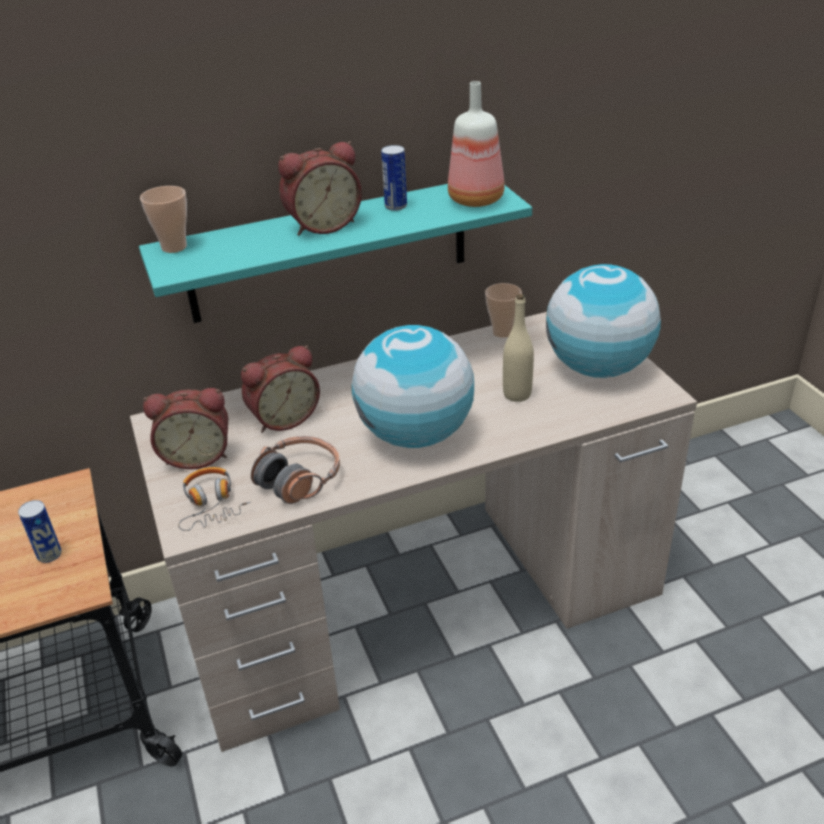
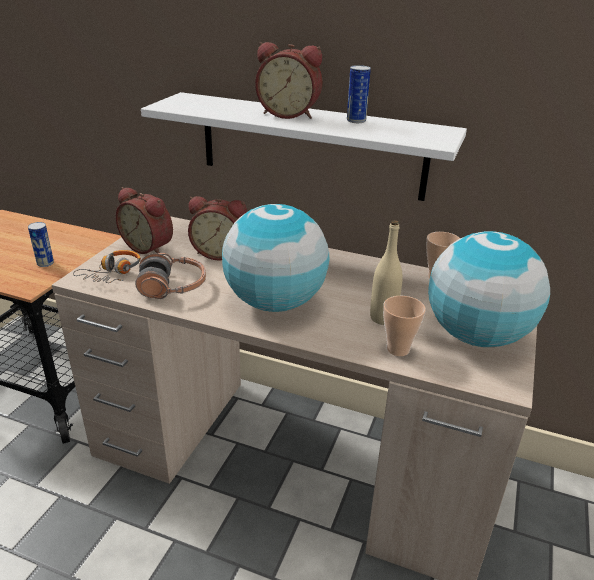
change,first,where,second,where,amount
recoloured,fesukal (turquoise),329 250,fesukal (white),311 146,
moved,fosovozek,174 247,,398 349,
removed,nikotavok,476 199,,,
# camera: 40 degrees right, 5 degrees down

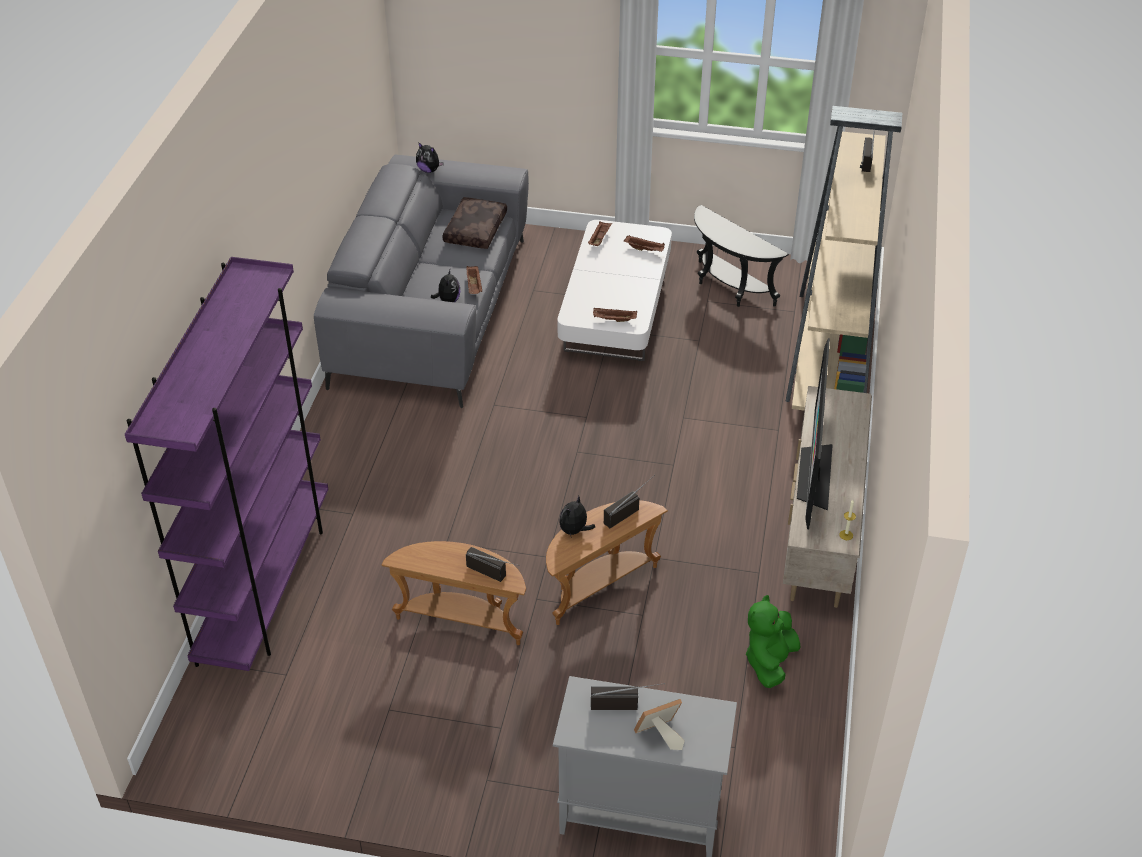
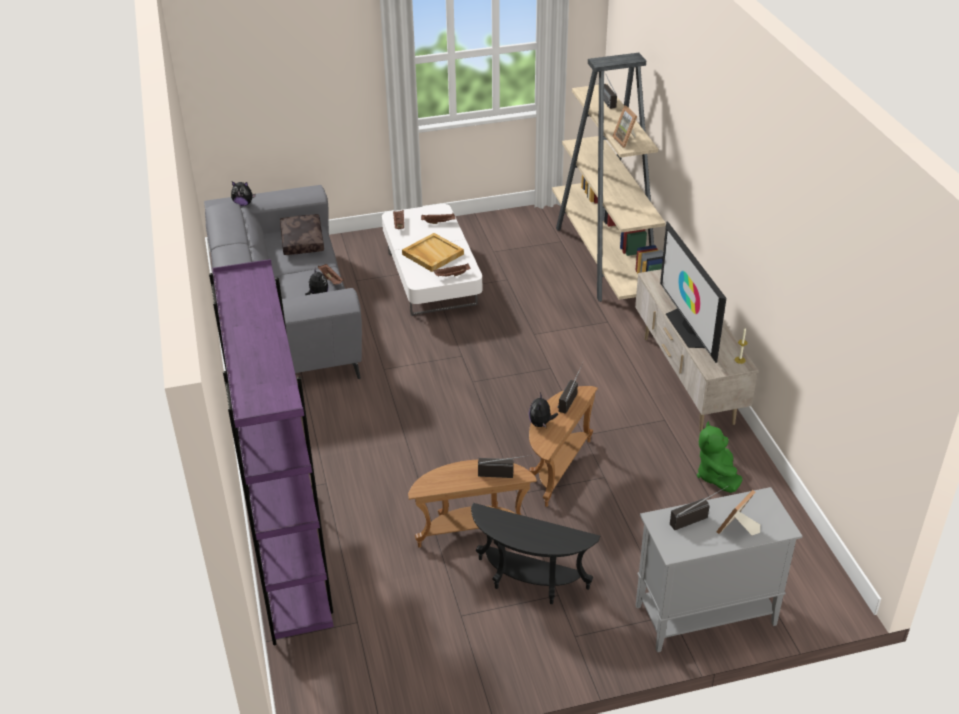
change,first,where,second,where,amount
moved,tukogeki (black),728 288,,529 583,
added,,,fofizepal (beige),432 254,
added,,,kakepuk,626 140,
# camera: 25 degrees left, 5 degrees down

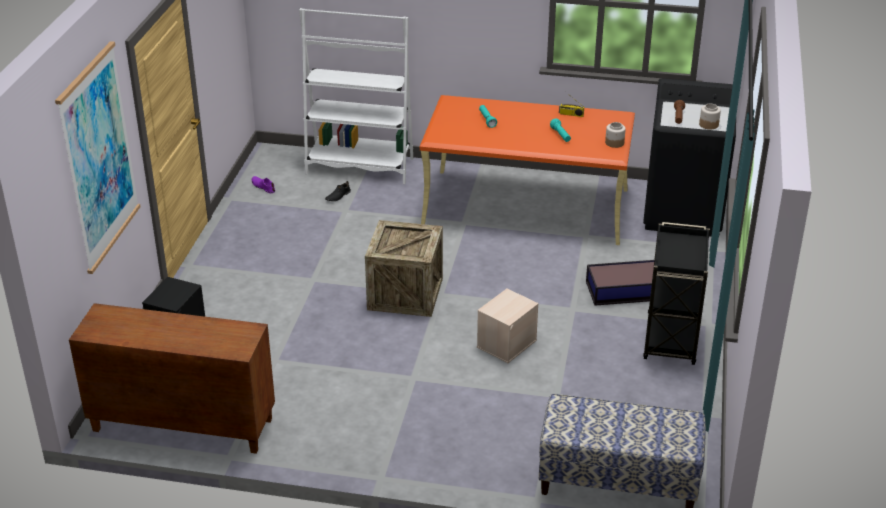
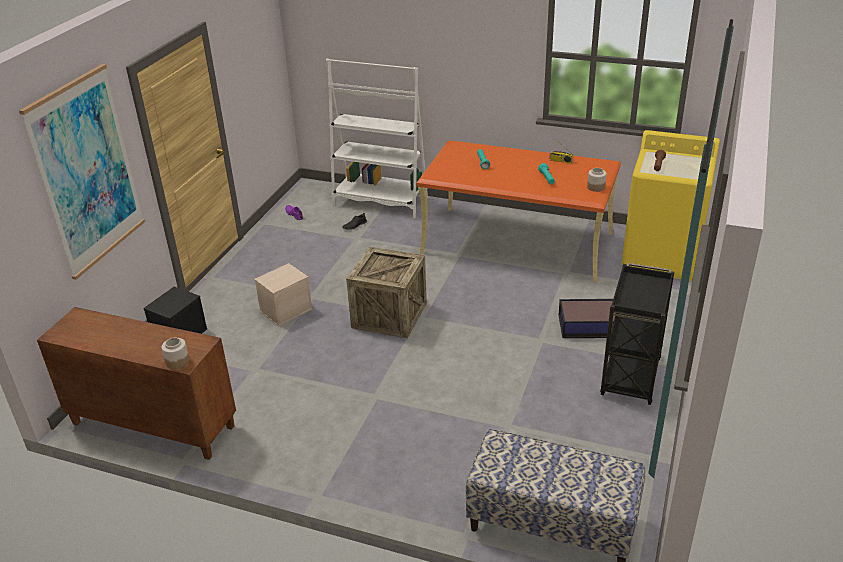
change,first,where,second,where,amount
moved,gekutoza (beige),506 343,,286 310,
recoloured,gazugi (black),683 213,gazugi (yellow),662 257,
moved,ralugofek,708 124,,177 361,
# camera: 10 degrees right, 0 degrees up

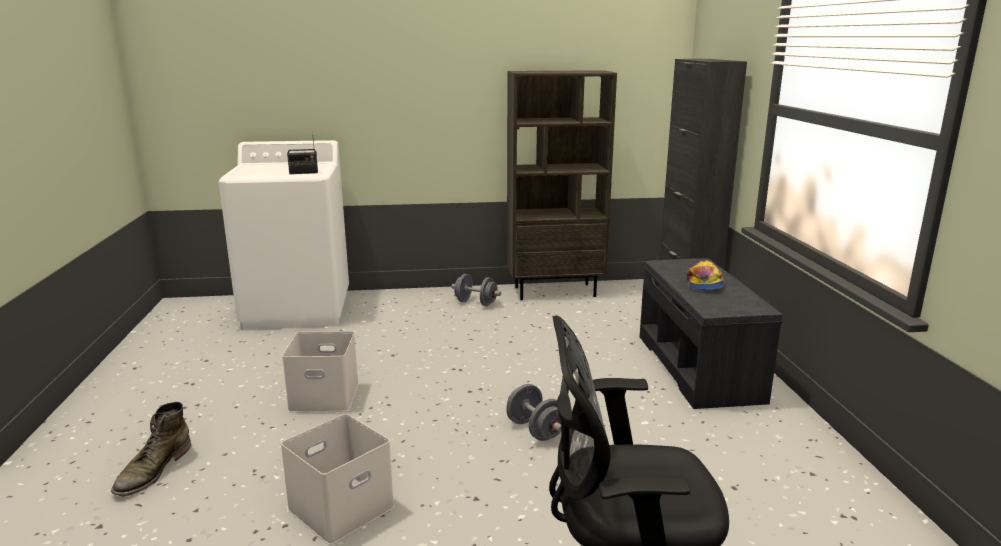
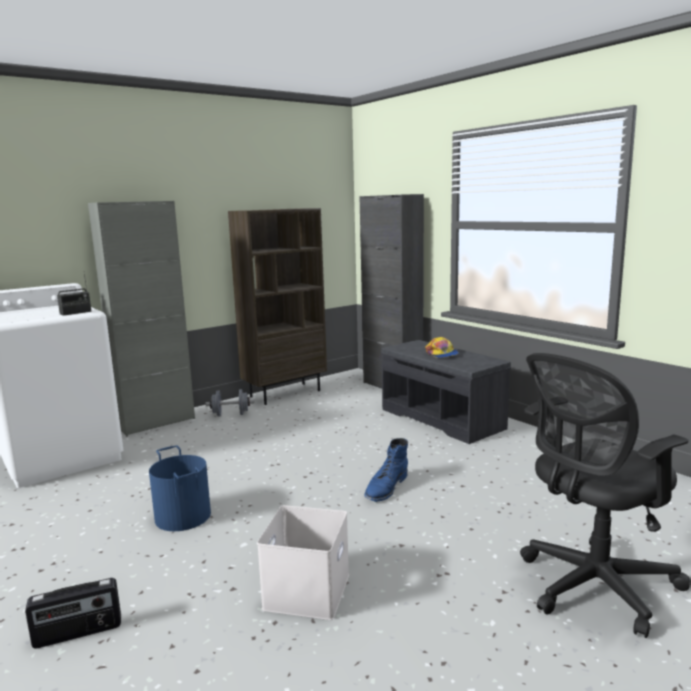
change,first,where,second,where,amount
replaced,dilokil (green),153 470,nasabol,78 633,
replaced,gekutoza (white),326 396,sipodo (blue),184 516,
replaced,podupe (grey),535 430,dilokil (blue),386 487,
added,,,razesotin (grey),156 422,
# camera: 30 degrees left, 5 degrees down

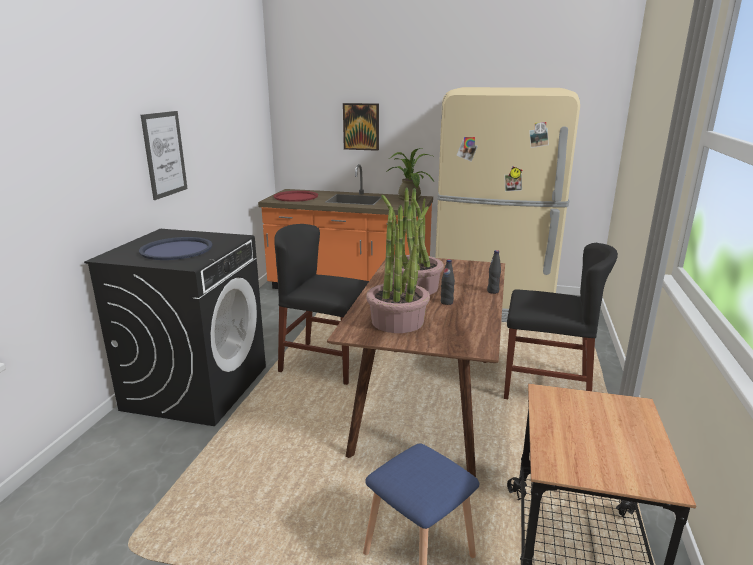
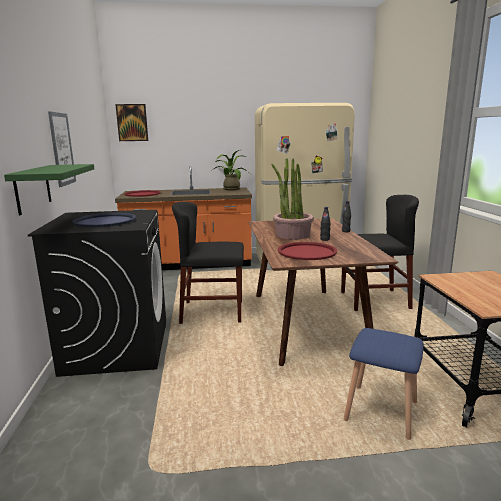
change,first,where,second,where,amount
moved,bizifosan,361 126,,132 122,
replaced,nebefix,398 321,fofizepal (red),307 252,
added,,,fesukal (green),32 188,
# camera: 20 degrees left, 5 degrees down

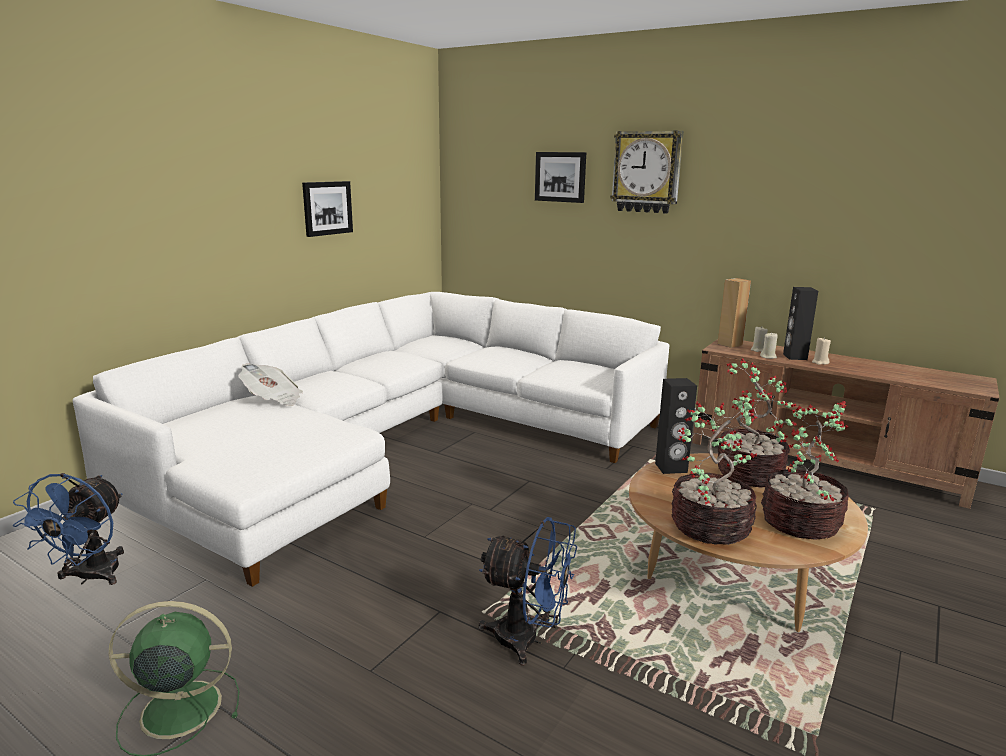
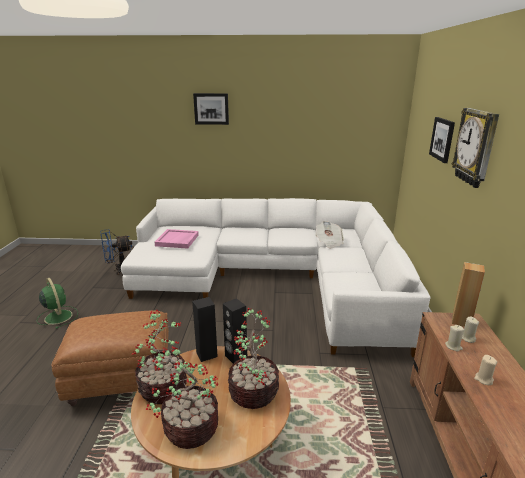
change,first,where,second,where,amount
moved,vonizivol,273 399,,329 242,
moved,bizifosan,327 208,,211 109,
replaced,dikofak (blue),528 640,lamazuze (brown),123 379,
moved,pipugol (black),794 357,,206 354,
added,,,fofizepal (pink),177 240,
# camera: 60 degrees right, 5 degrees up

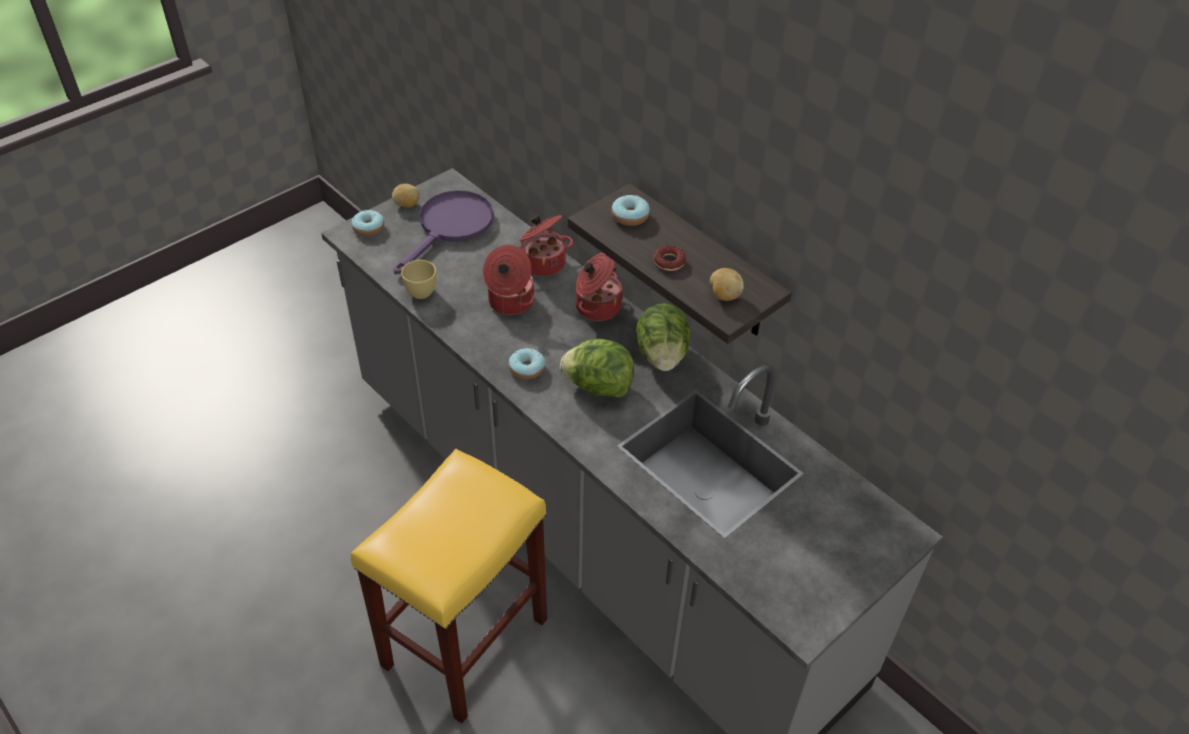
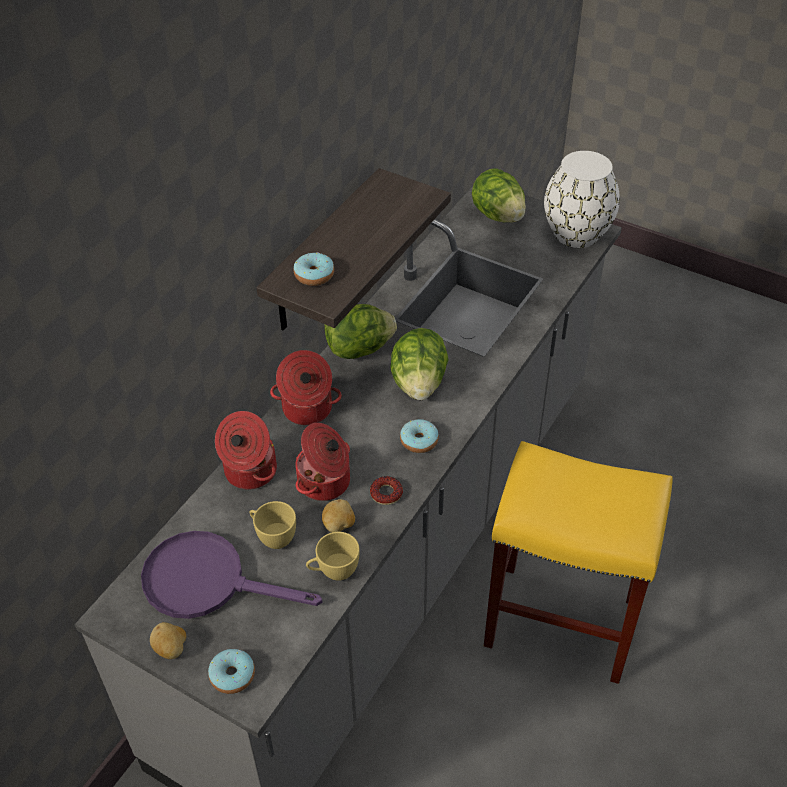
change,first,where,second,where,amount
moved,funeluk,669 262,,386 493,
moved,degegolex,724 295,,339 525,
added,,,fosovozek (yellow),273 537,
added,,,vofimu,498 215,
added,,,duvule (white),576 234,
# camera: 105 degrees left, 0 degrees up

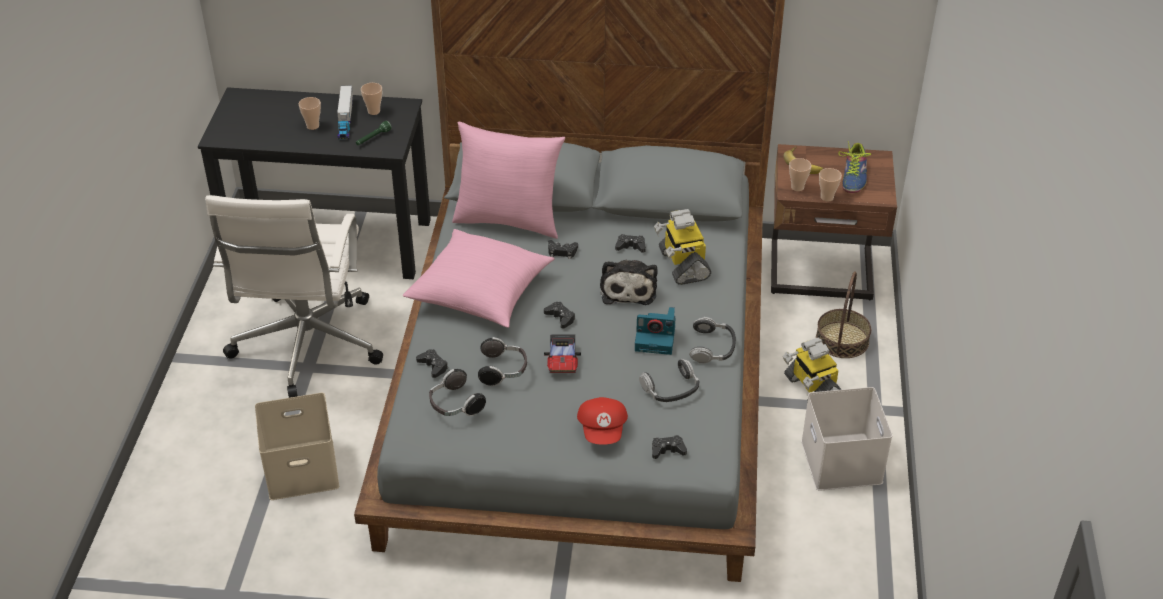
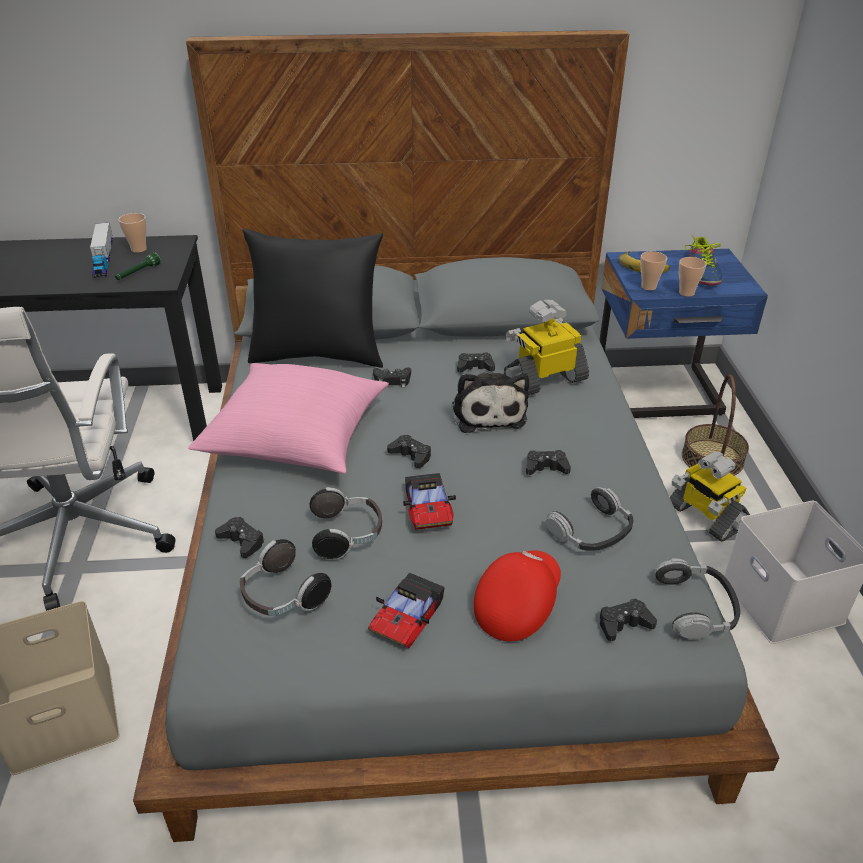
change,first,where,second,where,amount
removed,fosovozek,312 126,,,
recoloured,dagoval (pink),509 220,dagoval (black),318 354,
turned,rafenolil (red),603 430,,516 604,135 degrees counterclockwise
replaced,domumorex,656 338,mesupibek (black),546 467,
turned,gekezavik,682 264,,544 379,90 degrees clockwise
moved,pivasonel,712 347,,696 607,
recoloured,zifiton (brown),821 274,zifiton (blue),659 396,
added,,,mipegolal,407 617,
# camera: 10 degrees left, 5 degrees down

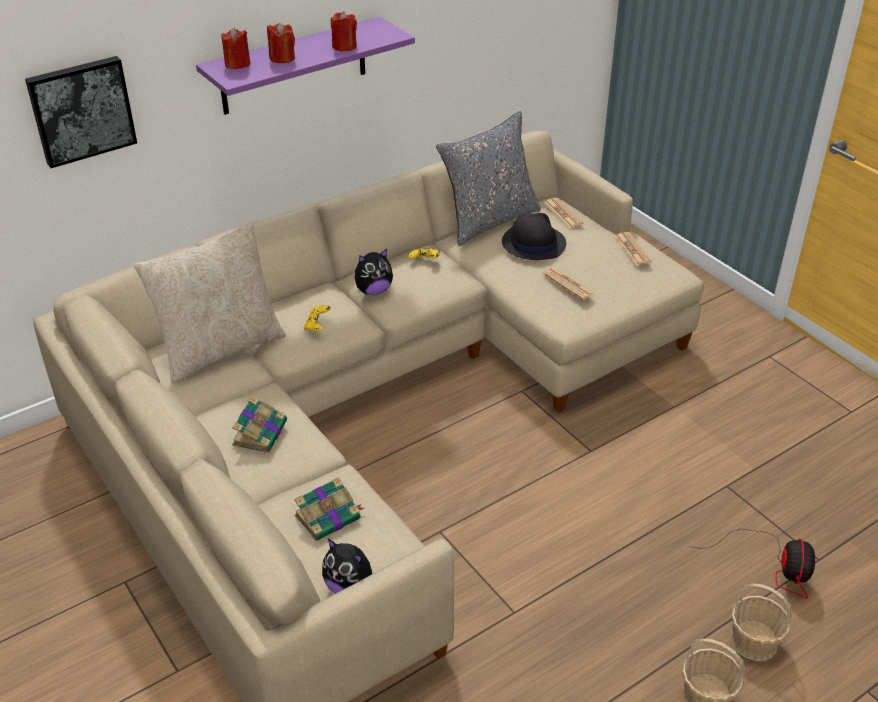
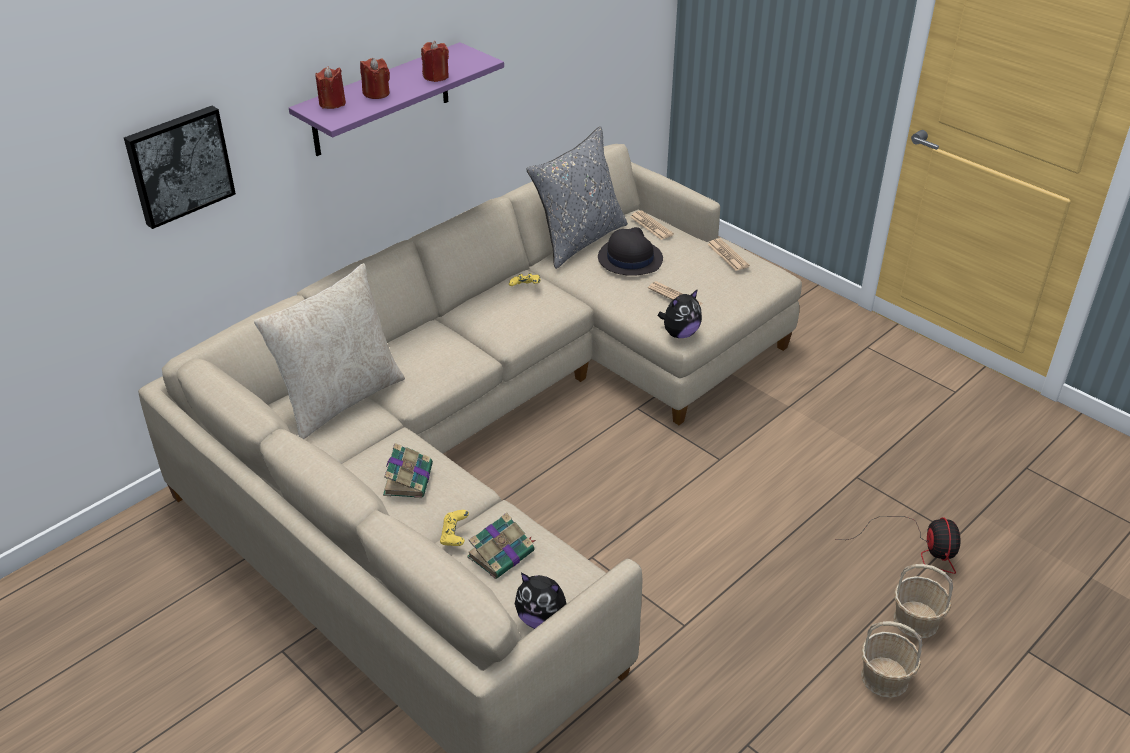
change,first,where,second,where,amount
moved,mesupibek (yellow),317 326,,455 536,
moved,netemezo,373 291,,680 333,
# camera: 10 degrees left, 0 degrees up

